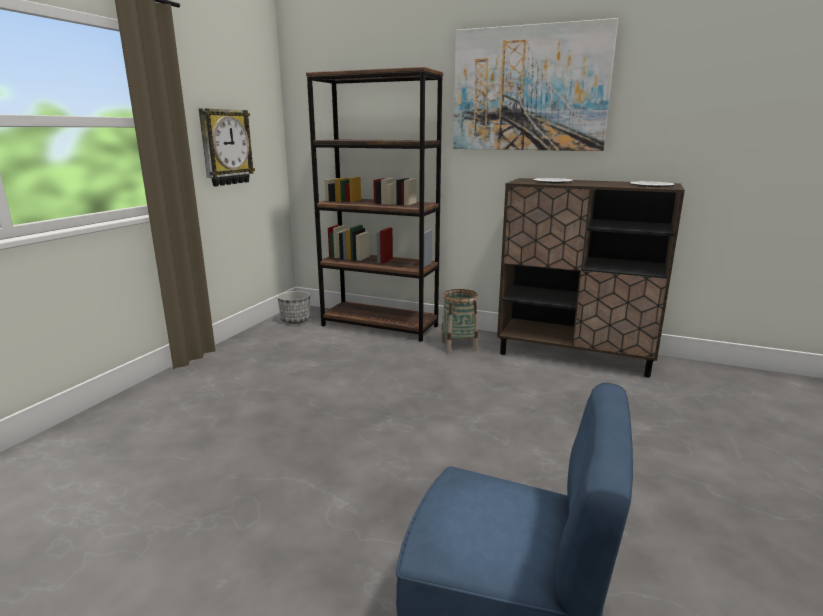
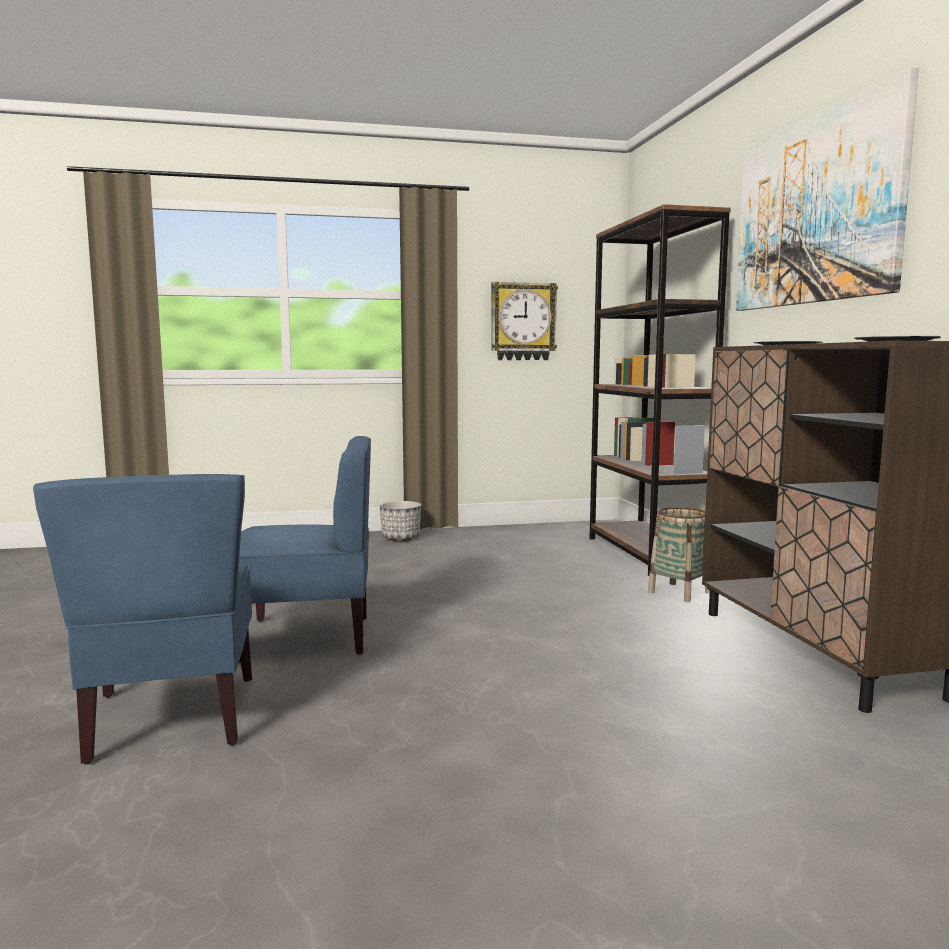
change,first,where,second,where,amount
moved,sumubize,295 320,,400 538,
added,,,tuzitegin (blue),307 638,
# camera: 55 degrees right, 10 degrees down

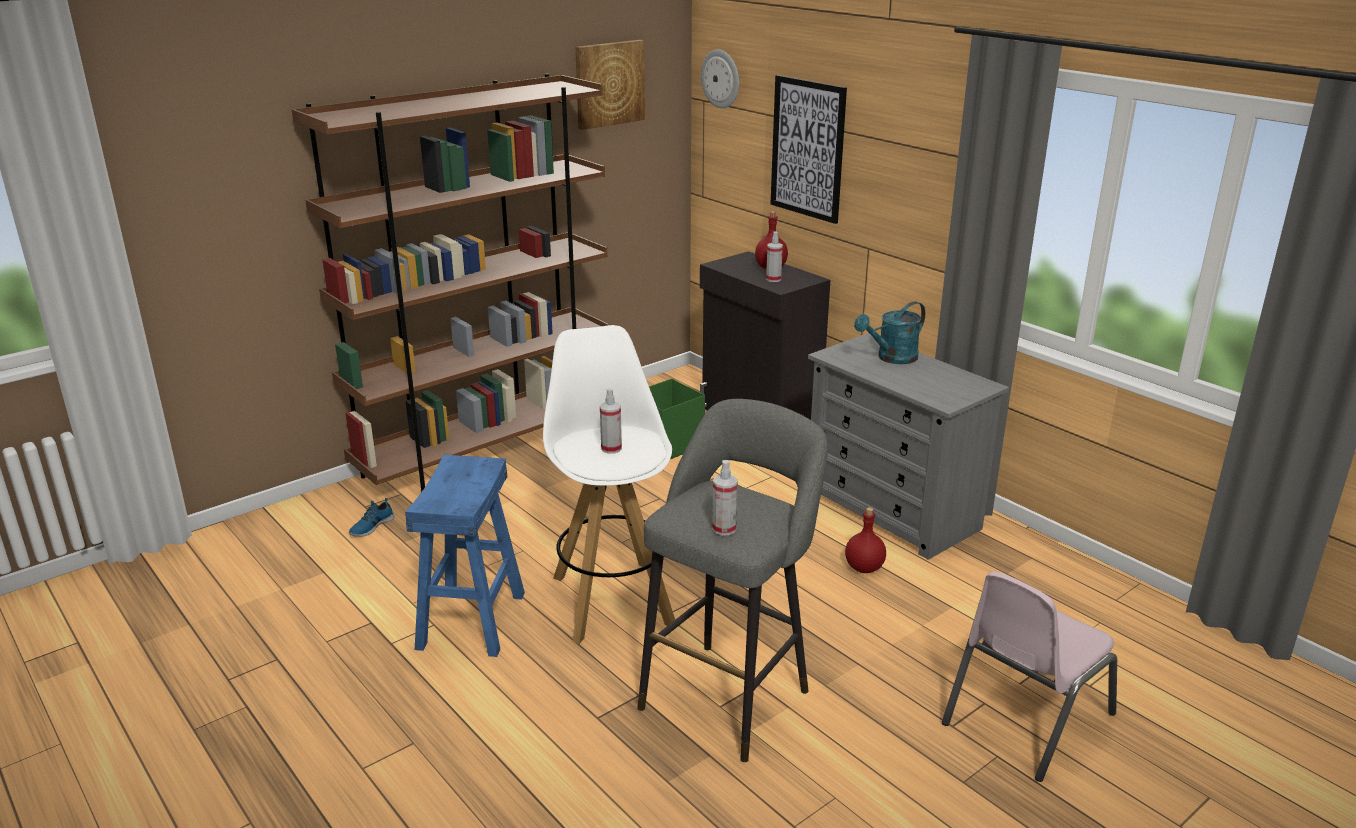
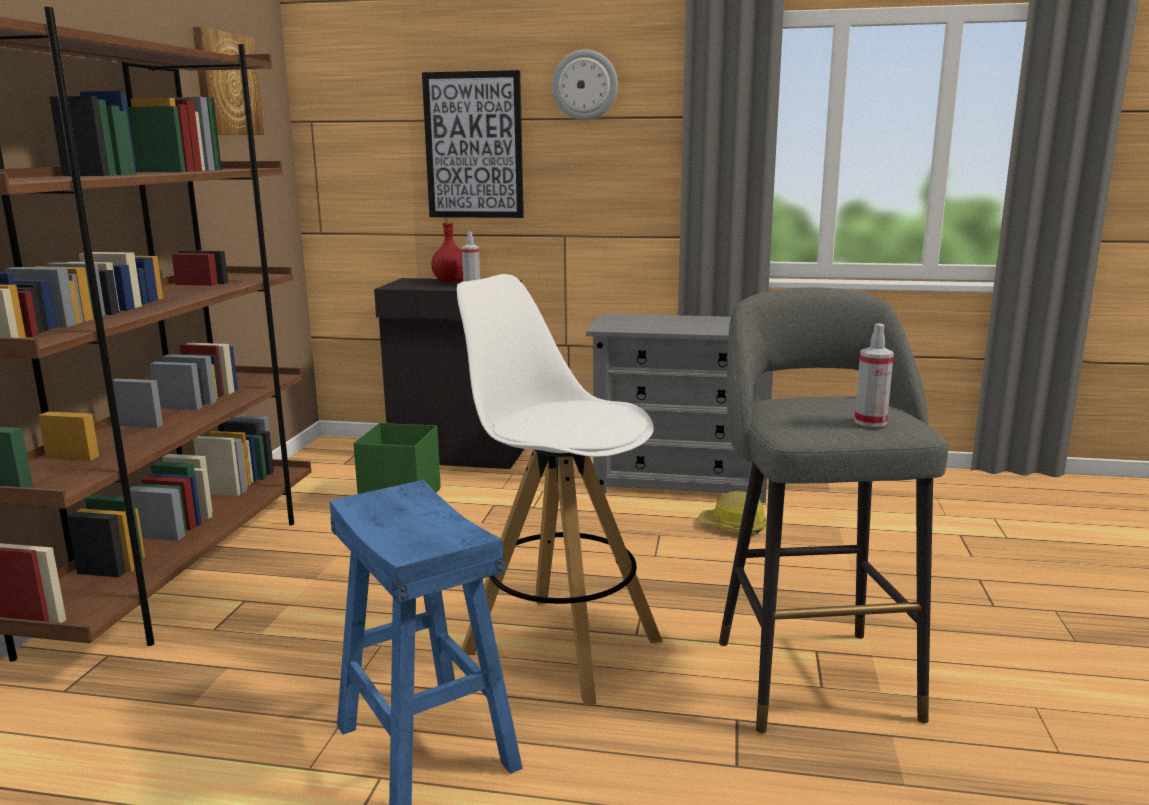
change,first,where,second,where,amount
removed,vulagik,371 526,,,
removed,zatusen,611 448,,,
moved,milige,721 78,,585 85,
replaced,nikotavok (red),864 568,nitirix,733 526,
removed,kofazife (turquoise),891 358,,,
removed,tuzitegin (pink),1025 718,,,
# camera: 40 degrees left, 10 degrees down

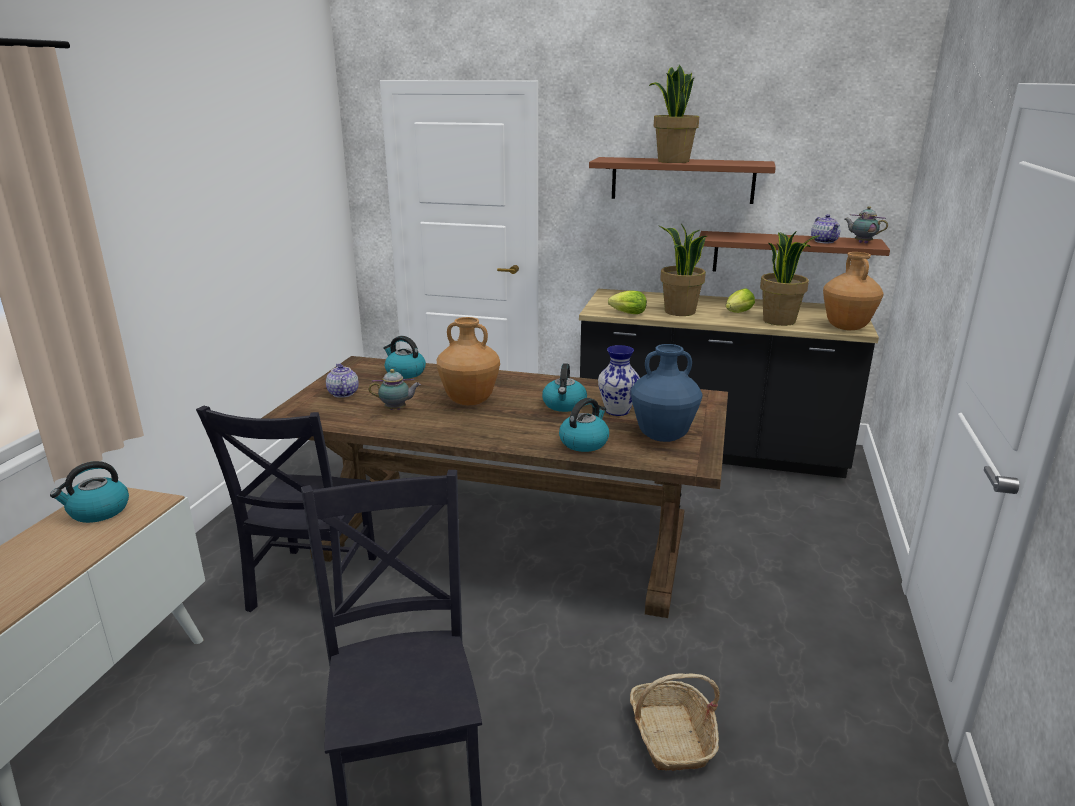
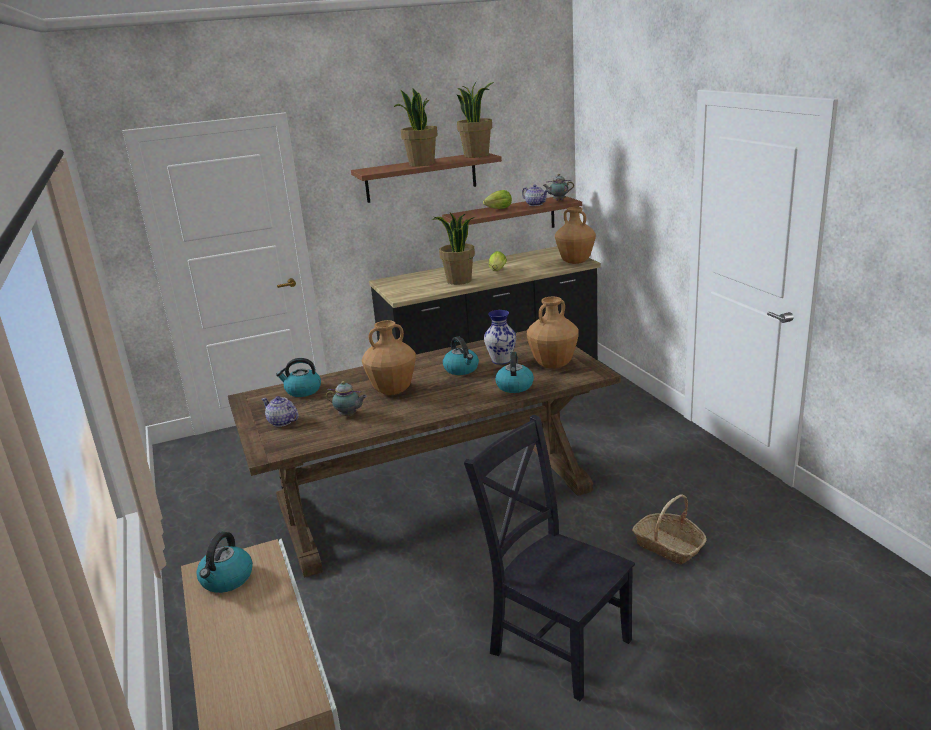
change,first,where,second,where,amount
removed,tuzitegin (black),311 586,,,
turned,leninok,397 409,,349 416,60 degrees clockwise
moved,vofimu,626 313,,497 209,
recoloured,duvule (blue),662 437,duvule (brown),553 365,
moved,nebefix,780 321,,477 155,
# camera: 35 degrees left, 0 degrees up

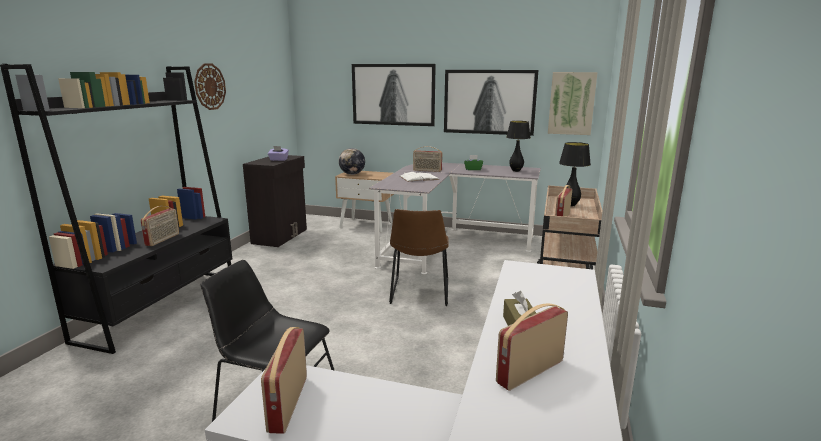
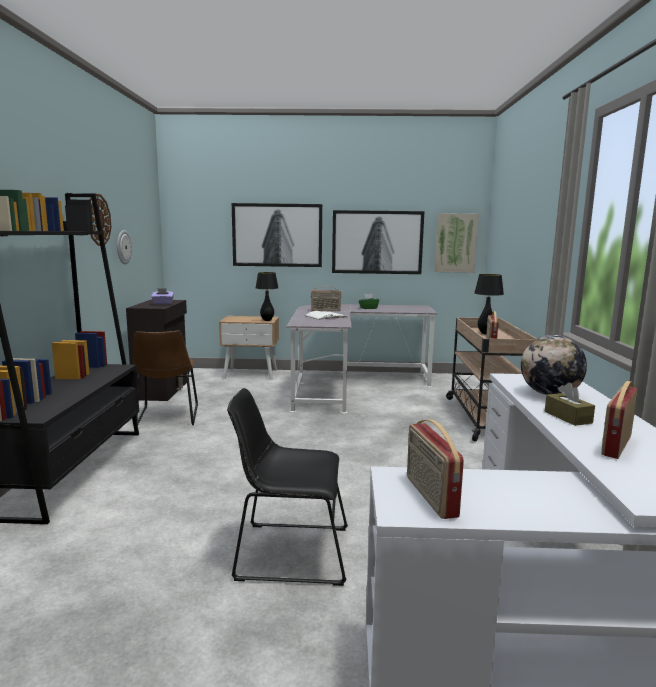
change,first,where,second,where,amount
removed,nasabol,163 239,,,
moved,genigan,352 174,,550 394,
moved,tuzitegin (brown),419 293,,167 417,
moved,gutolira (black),516 171,,267 320,
added,,,milige,123 247,
# camera: 15 degrees left, 5 degrees down

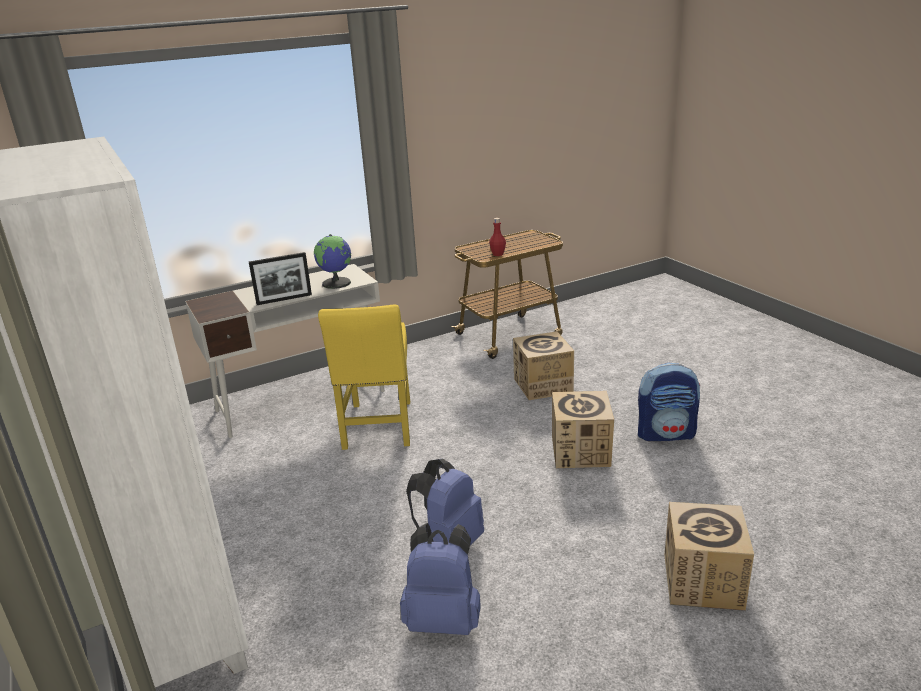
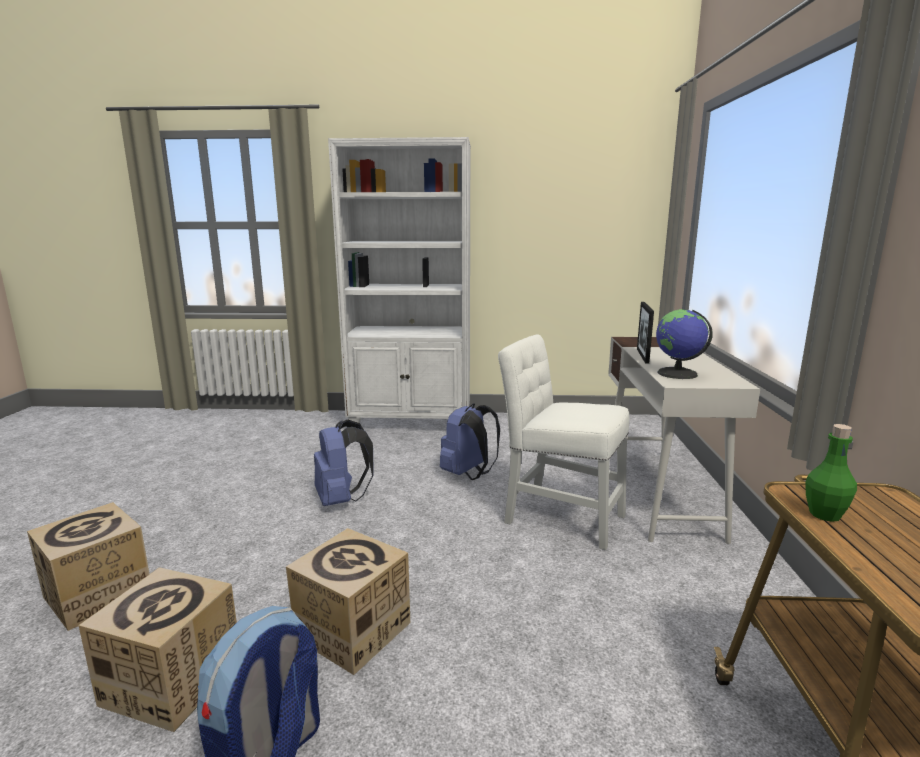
change,first,where,second,where,amount
recoloured,tuzitegin (yellow),378 428,tuzitegin (white),559 516,
moved,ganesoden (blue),444 620,,468 474,
recoloured,nikotavok (red),498 254,nikotavok (green),825 514,
moved,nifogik,543 385,,172 681,
# camera: 120 degrees right, 10 degrees down

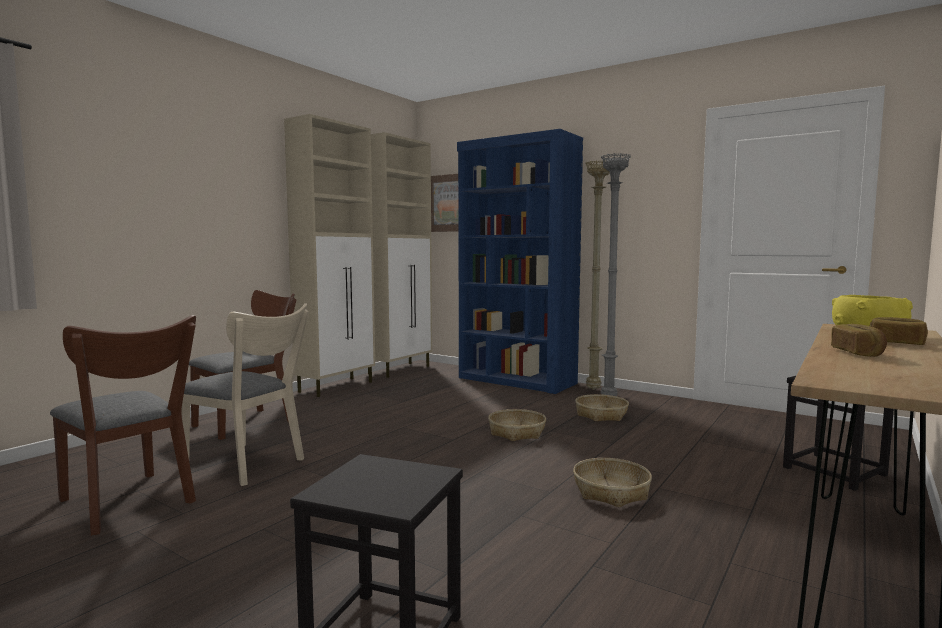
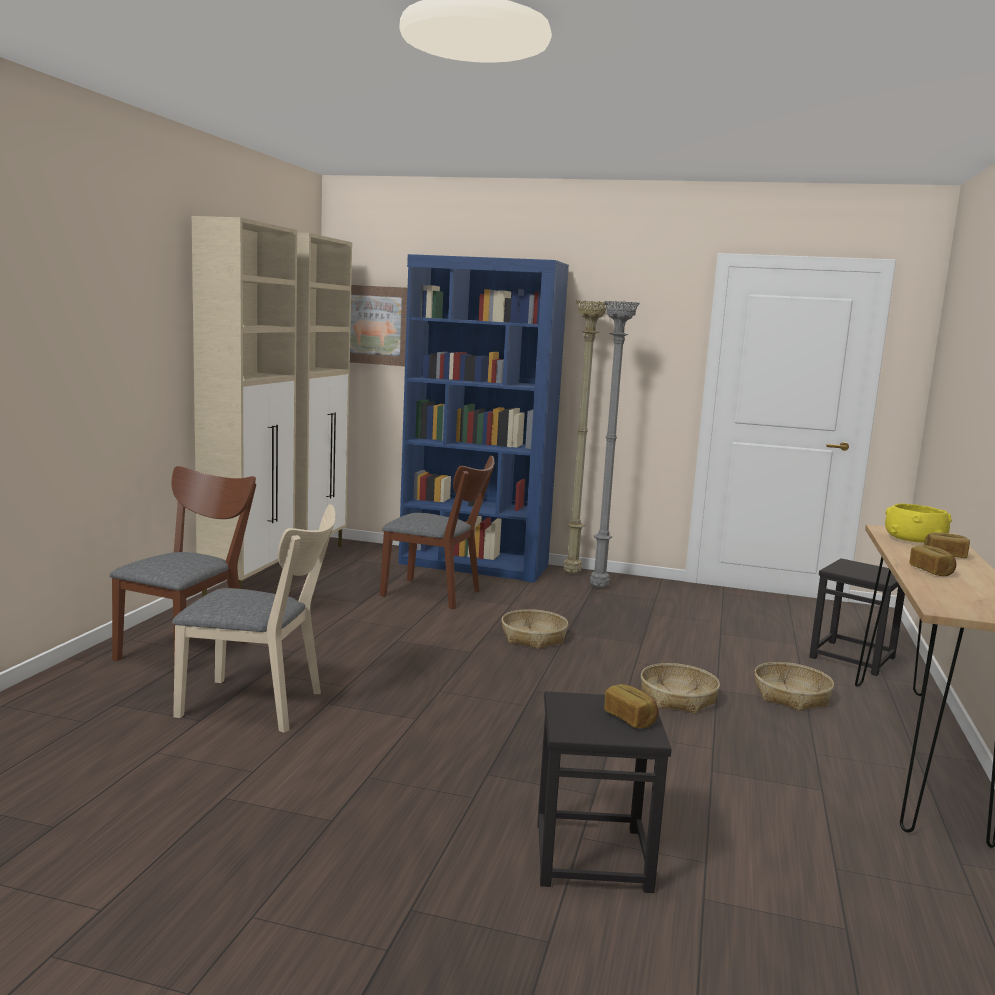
change,first,where,second,where,amount
moved,tuzitegin (brown),130 504,,437 594,
moved,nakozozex,601 415,,791 696,
added,,,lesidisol,630 718,
# camera: 20 degrees left, 5 degrees up

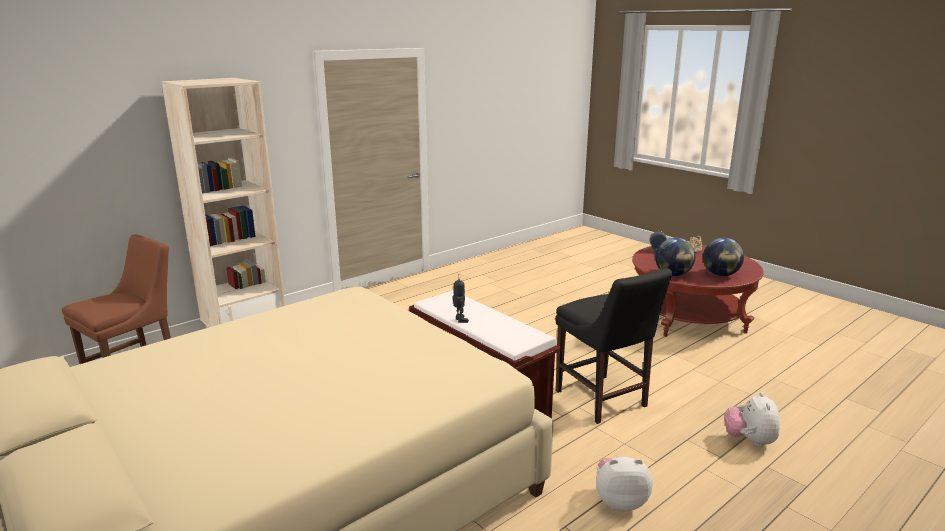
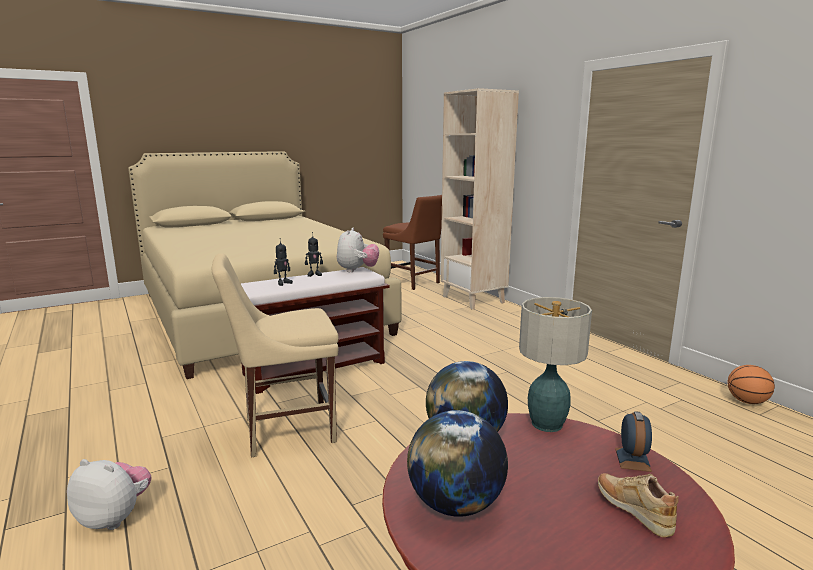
change,first,where,second,where,amount
recoloured,tuzitegin (black),603 401,tuzitegin (beige),284 430,
moved,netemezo,619 501,,357 270,
added,,,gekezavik,283 283,
added,,,gutolira,547 423,
added,,,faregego,747 402,
# camera: 100 degrees right, 5 degrees down

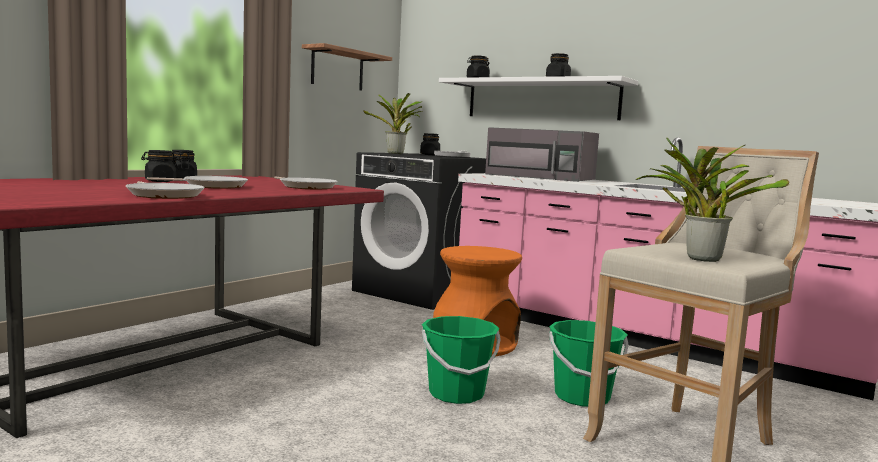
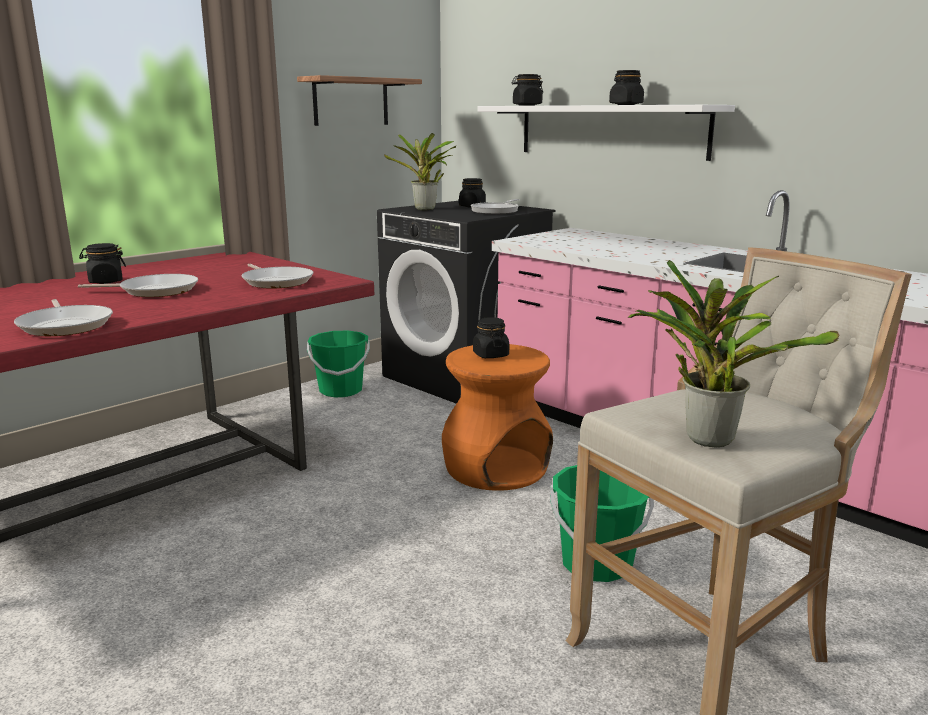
change,first,where,second,where,amount
moved,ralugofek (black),182 179,,490 355,
moved,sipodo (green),456 394,,341 390,
removed,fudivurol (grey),541 177,,,
# camera: 10 degrees right, 10 degrees up

